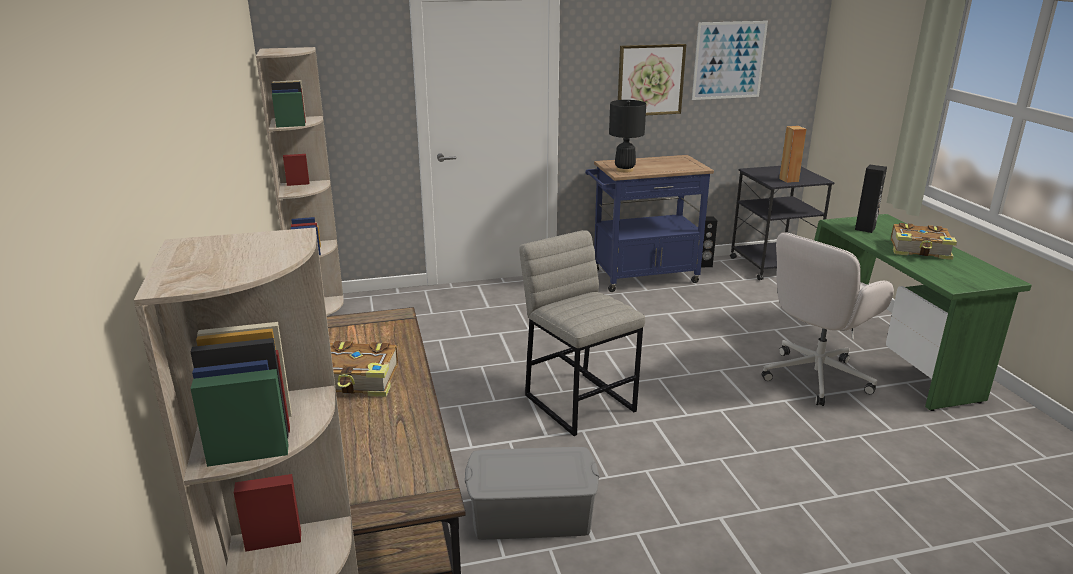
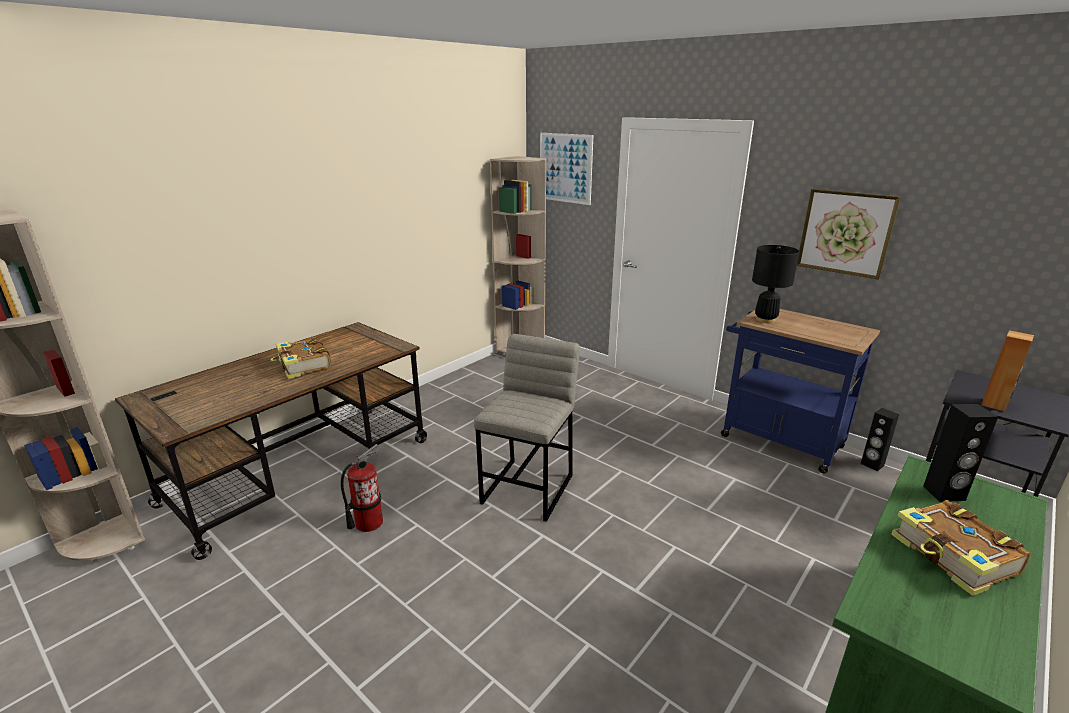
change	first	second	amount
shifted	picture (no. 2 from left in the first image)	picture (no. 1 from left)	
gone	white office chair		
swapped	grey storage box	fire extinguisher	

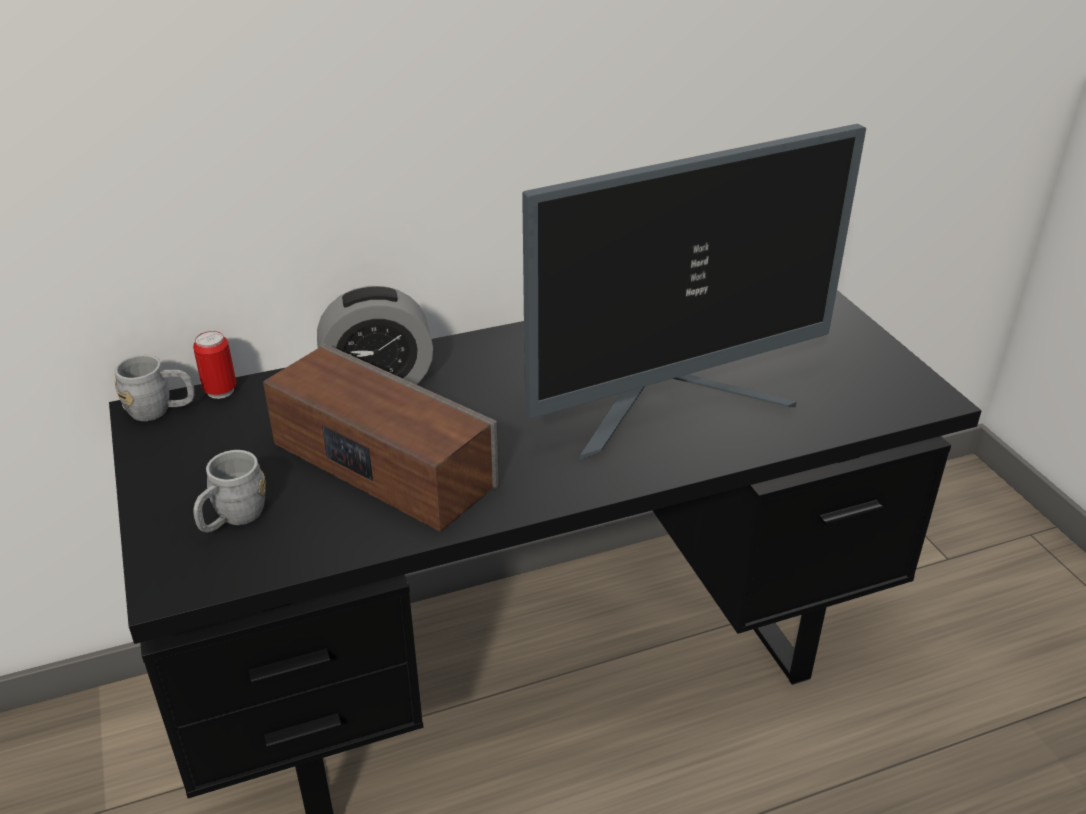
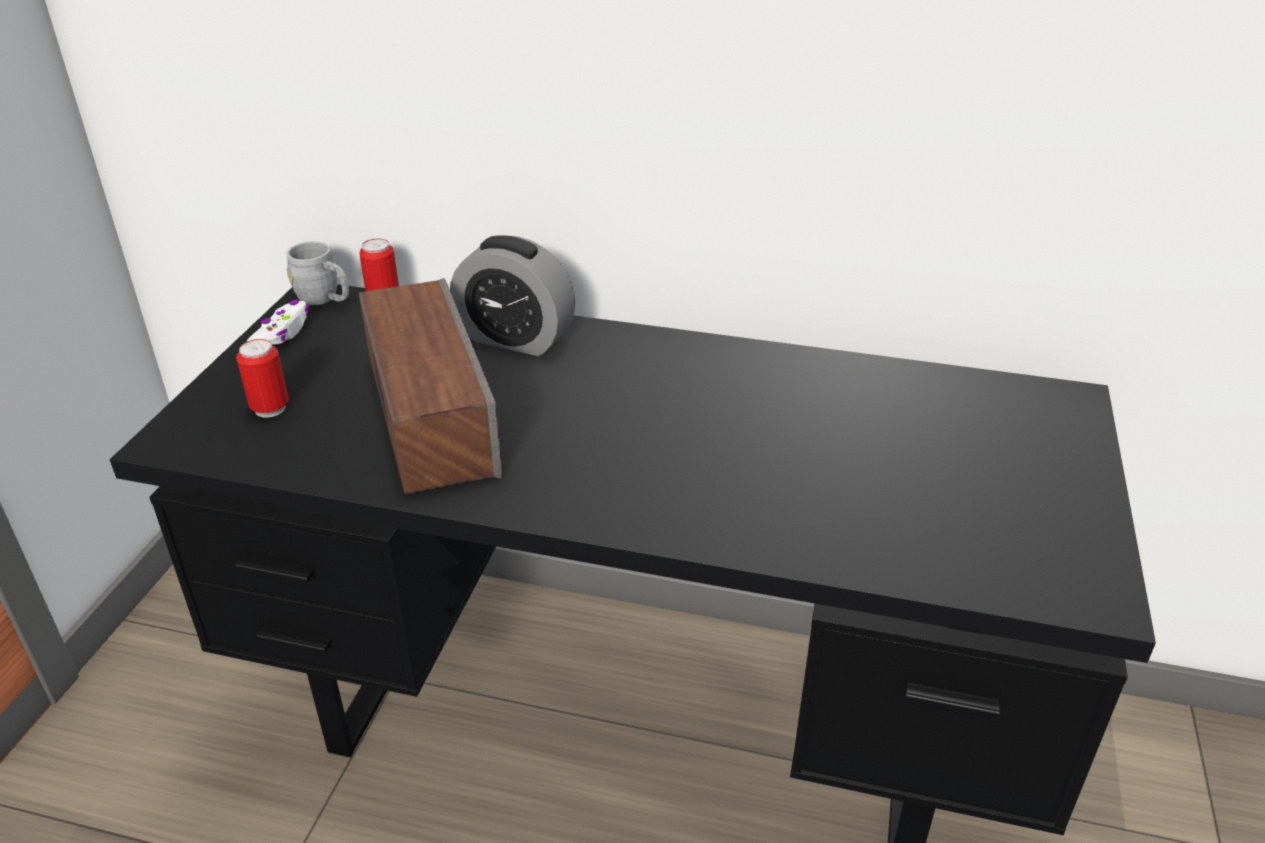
change	first	second	amount
gone	monitor		
swapped	grey mug (no. 2 from left)	can (no. 1 from left)	
new		white game controller	

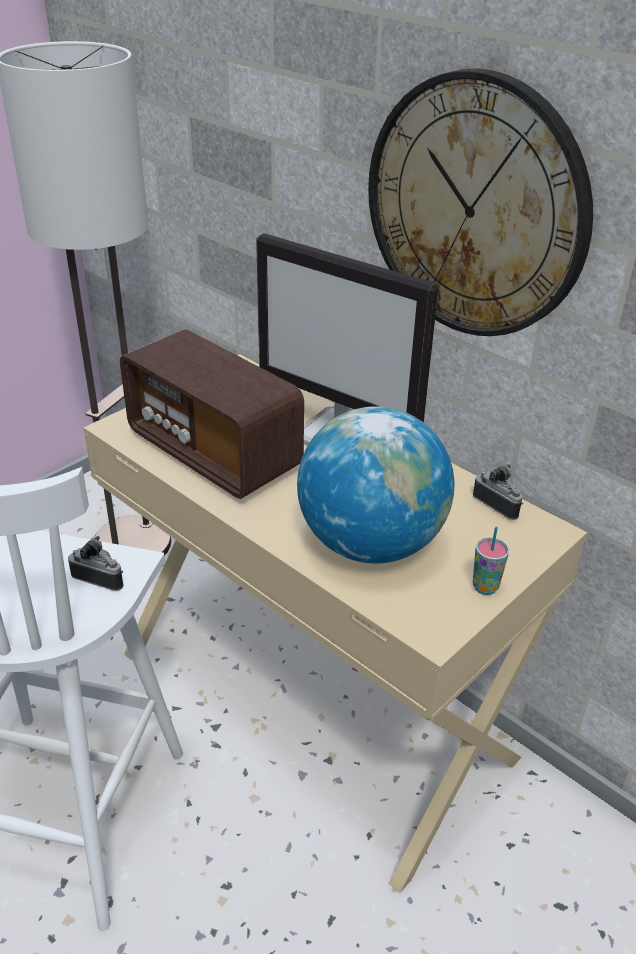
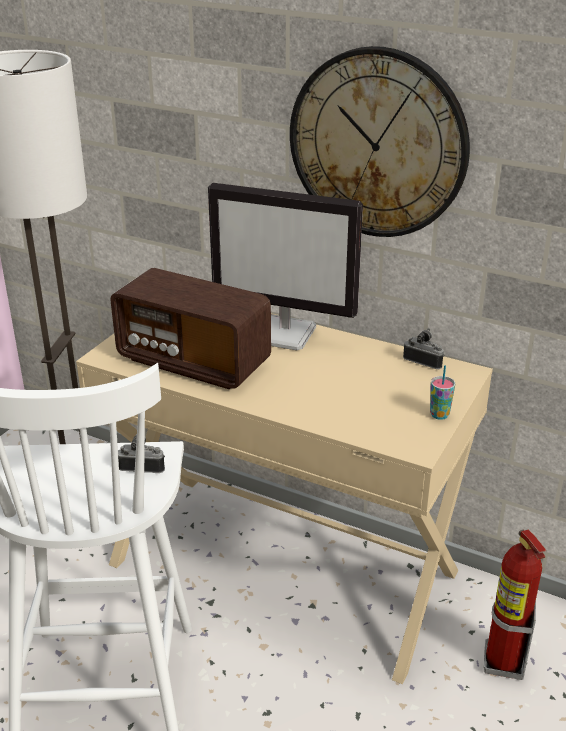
change	first	second	amount
gone	globe		
new		fire extinguisher	

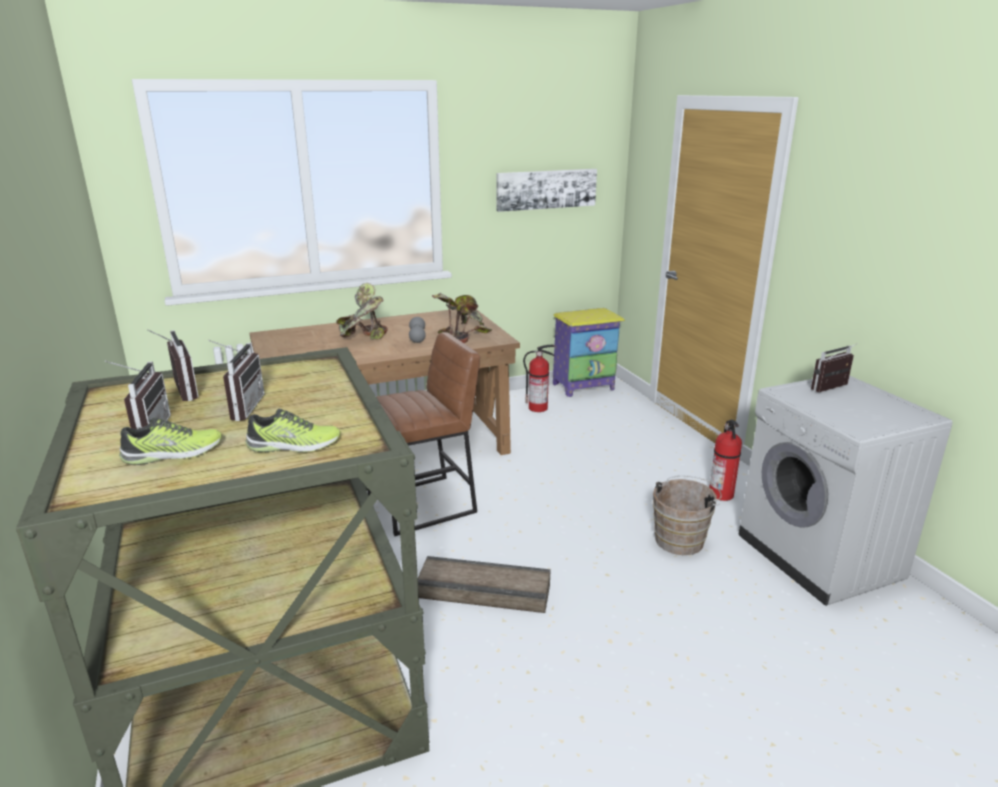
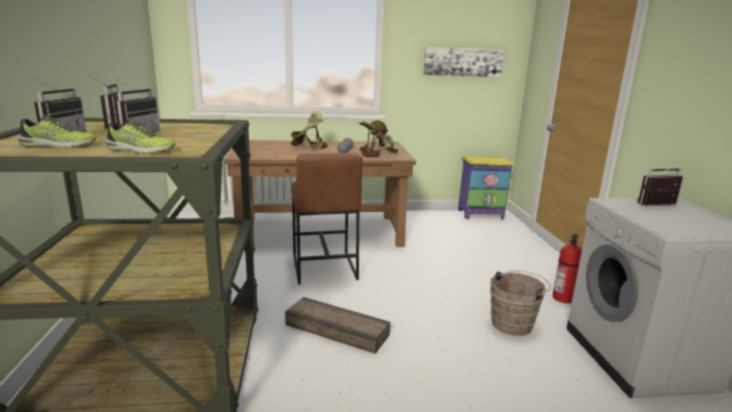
change	first	second	amount
rotated	brown chair		90 degrees clockwise
gone	fire extinguisher (no. 1 from left)		

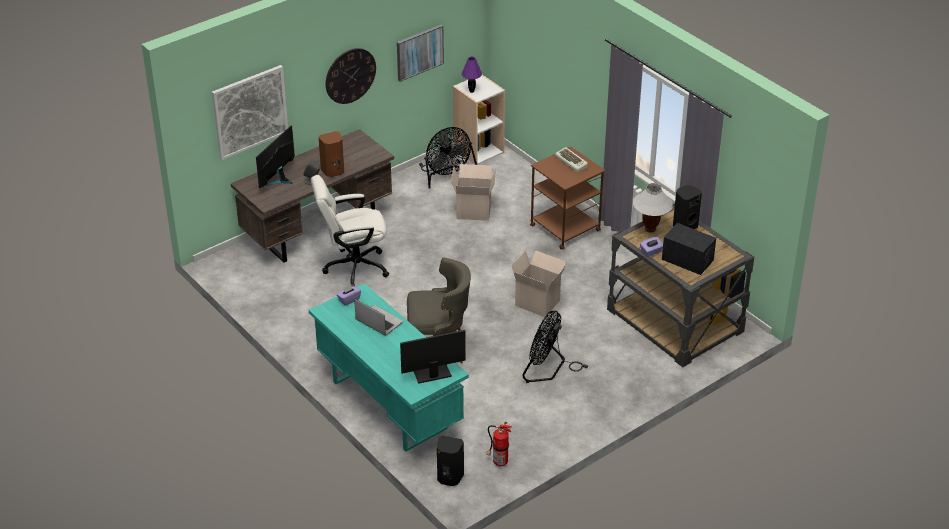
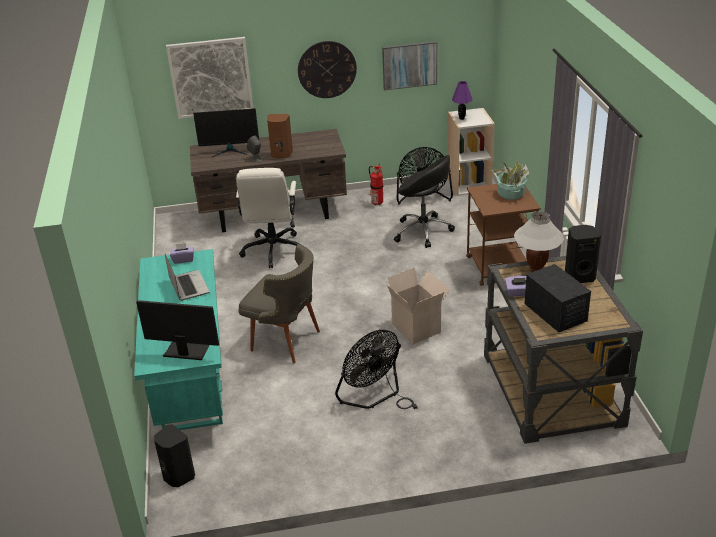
change	first	second	amount
rotated	monitor (no. 1 from left in the first image)	monitor (no. 2 from left)	150 degrees counterclockwise
swapped	keyboard	potted plant	
swapped	cardboard box (no. 1 from left)	black office chair	
rotated	white office chair		105 degrees counterclockwise
shifted	fire extinguisher		

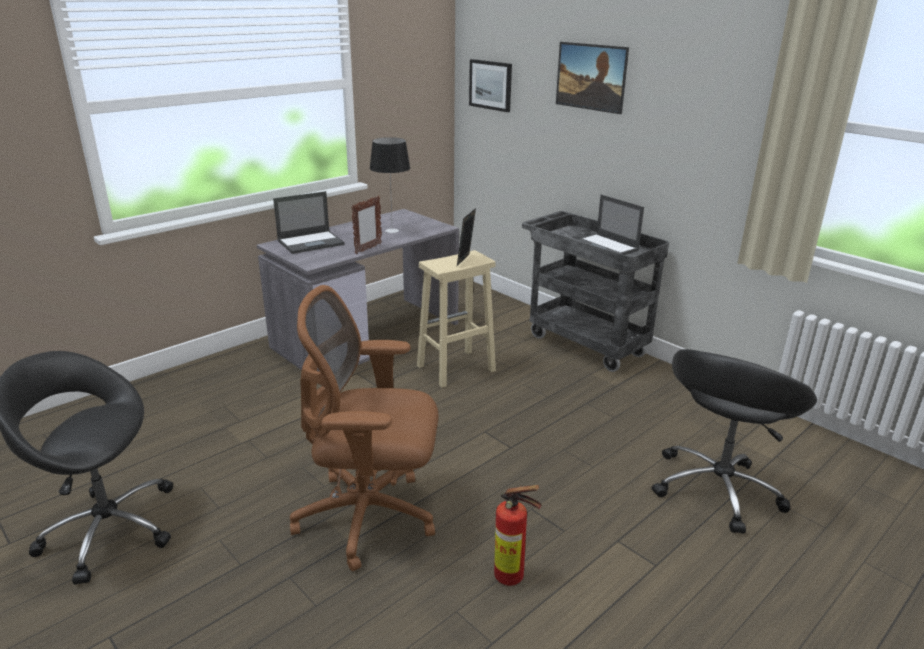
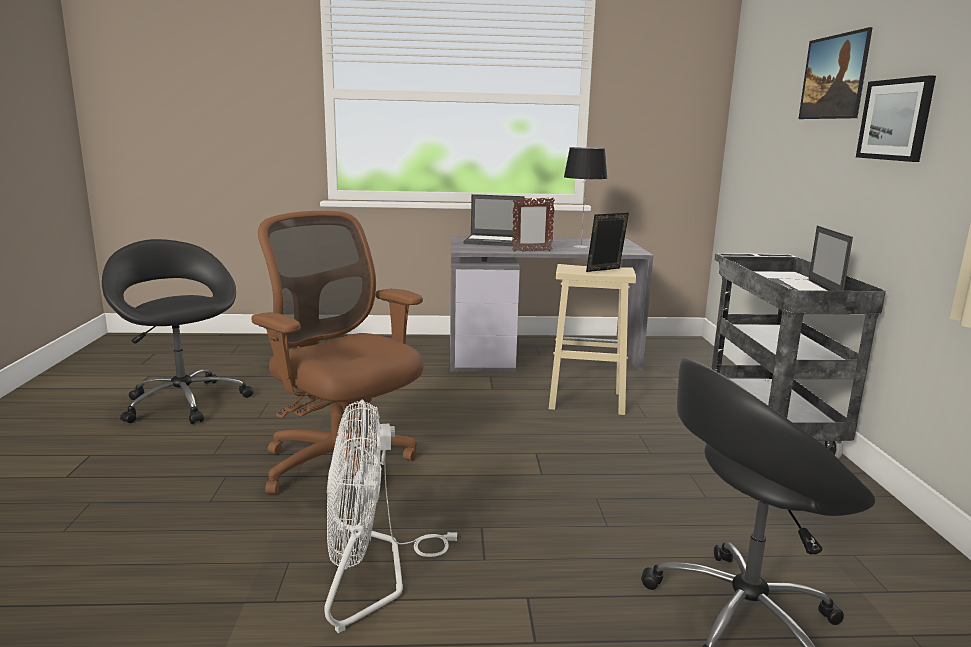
change	first	second	amount
shifted	picture (no. 1 from left in the first image)	picture (no. 2 from left)	
swapped	fire extinguisher	white fan	

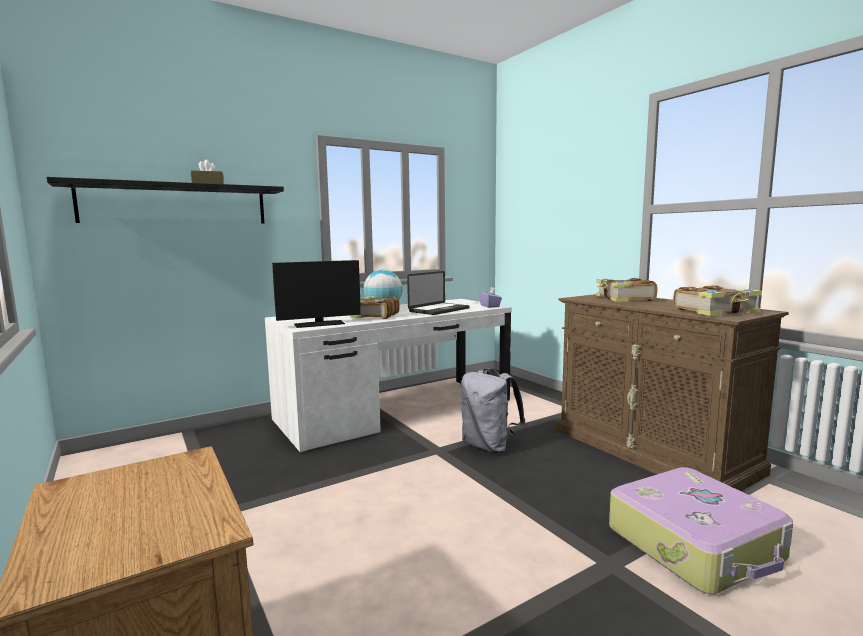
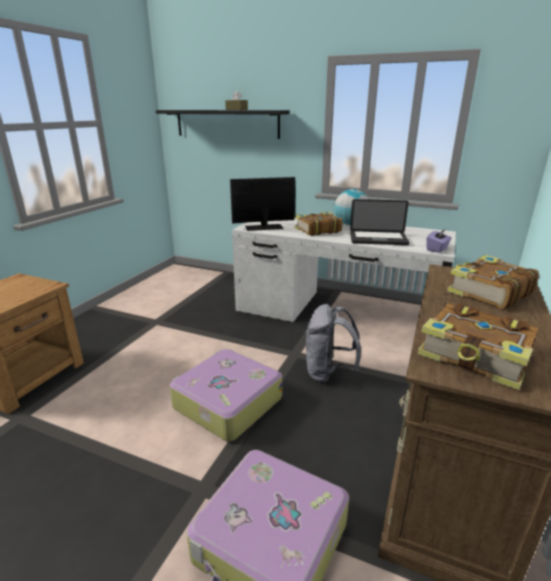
change	first	second	amount
rotated	monitor		135 degrees clockwise
new		suitcase (no. 1 from left)	

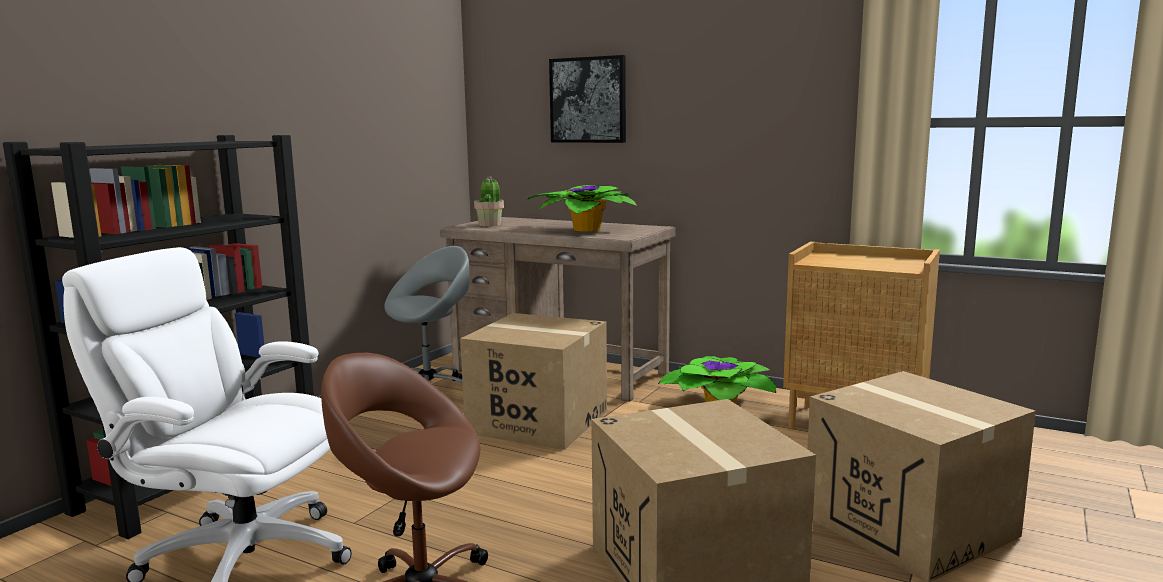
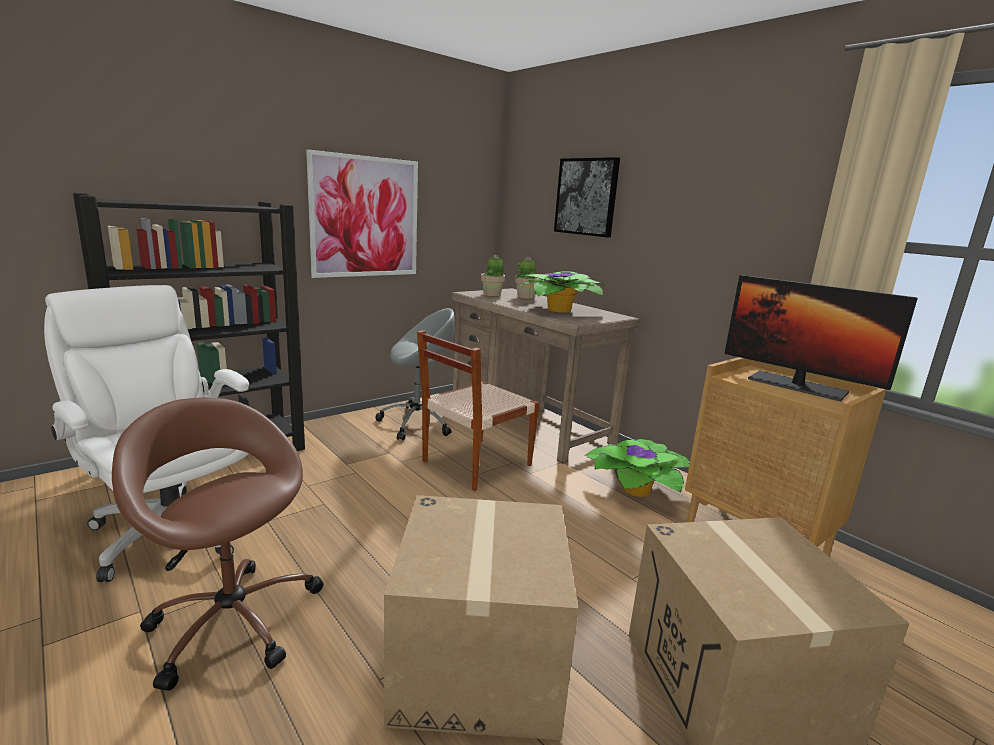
change	first	second	amount
swapped	cardboard box (no. 1 from left)	chair	
new		picture (no. 1 from left)	
new		potted plant (no. 2 from left)	
new		monitor	

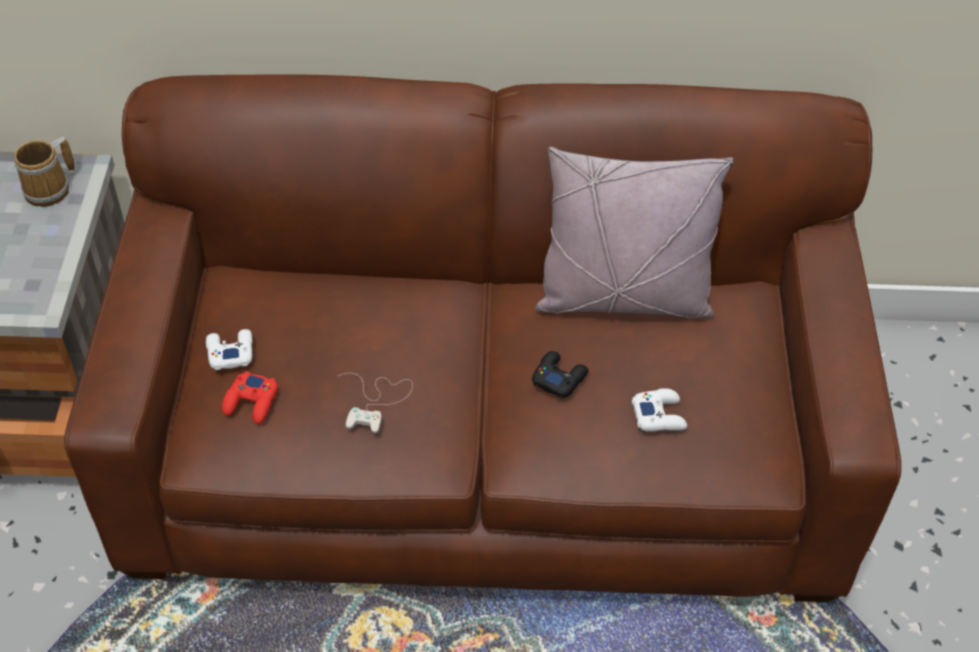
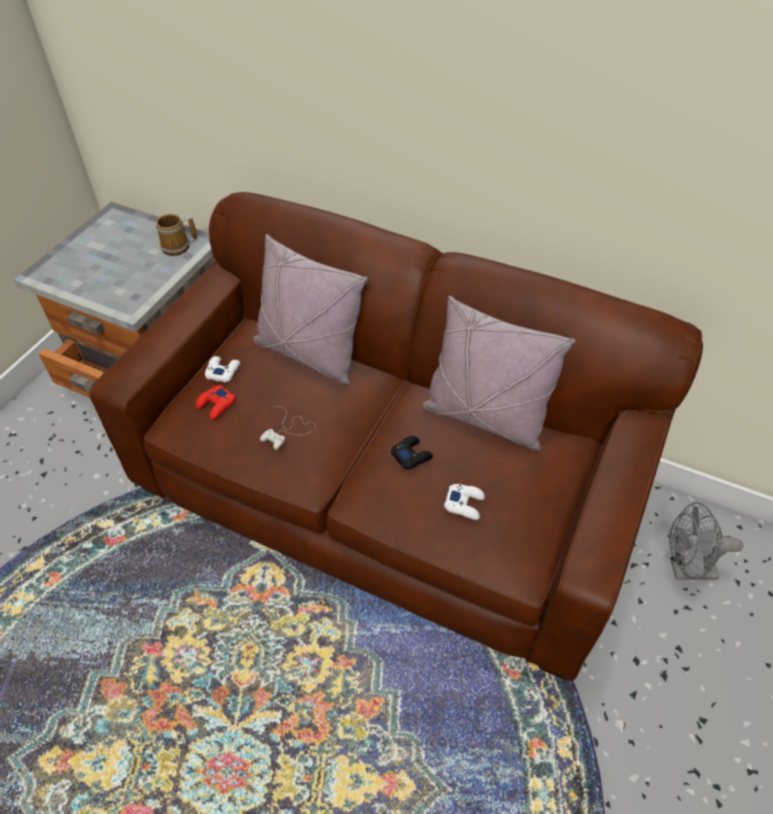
change	first	second	amount
new		purple pillow (no. 1 from left)	
new		grey fan	

